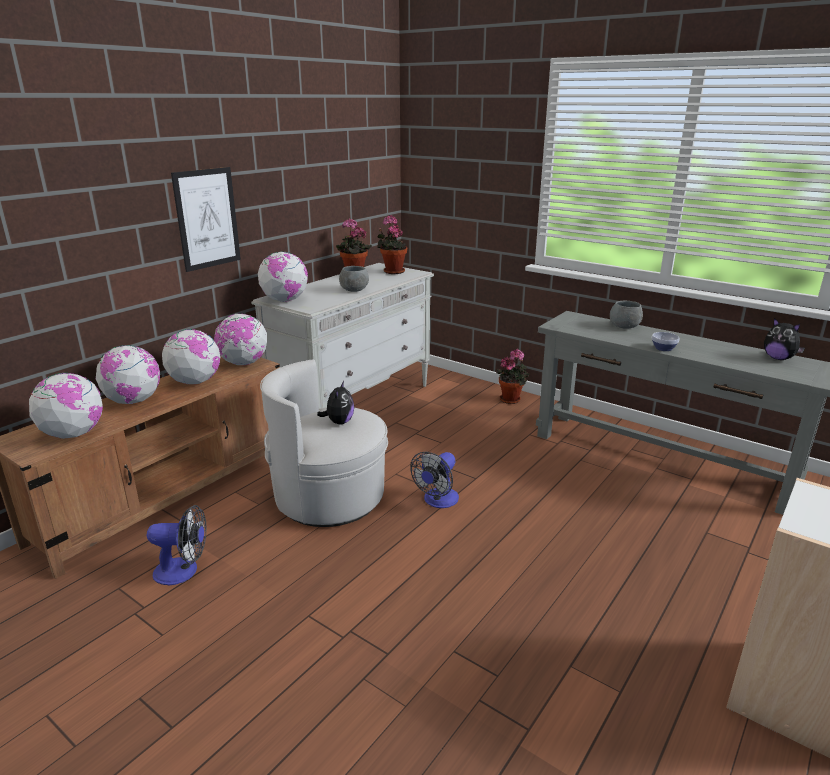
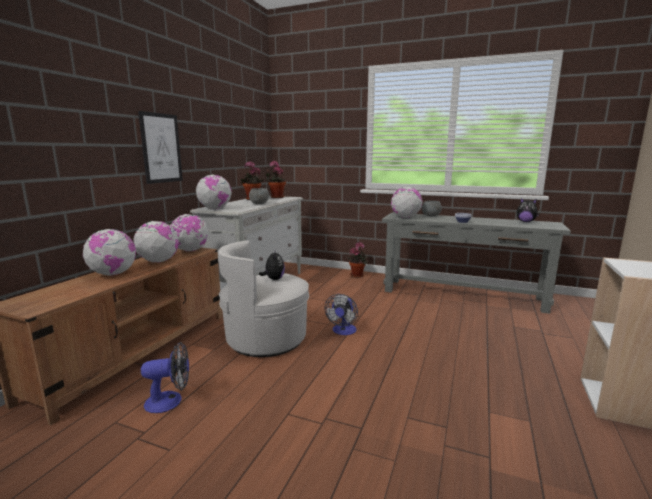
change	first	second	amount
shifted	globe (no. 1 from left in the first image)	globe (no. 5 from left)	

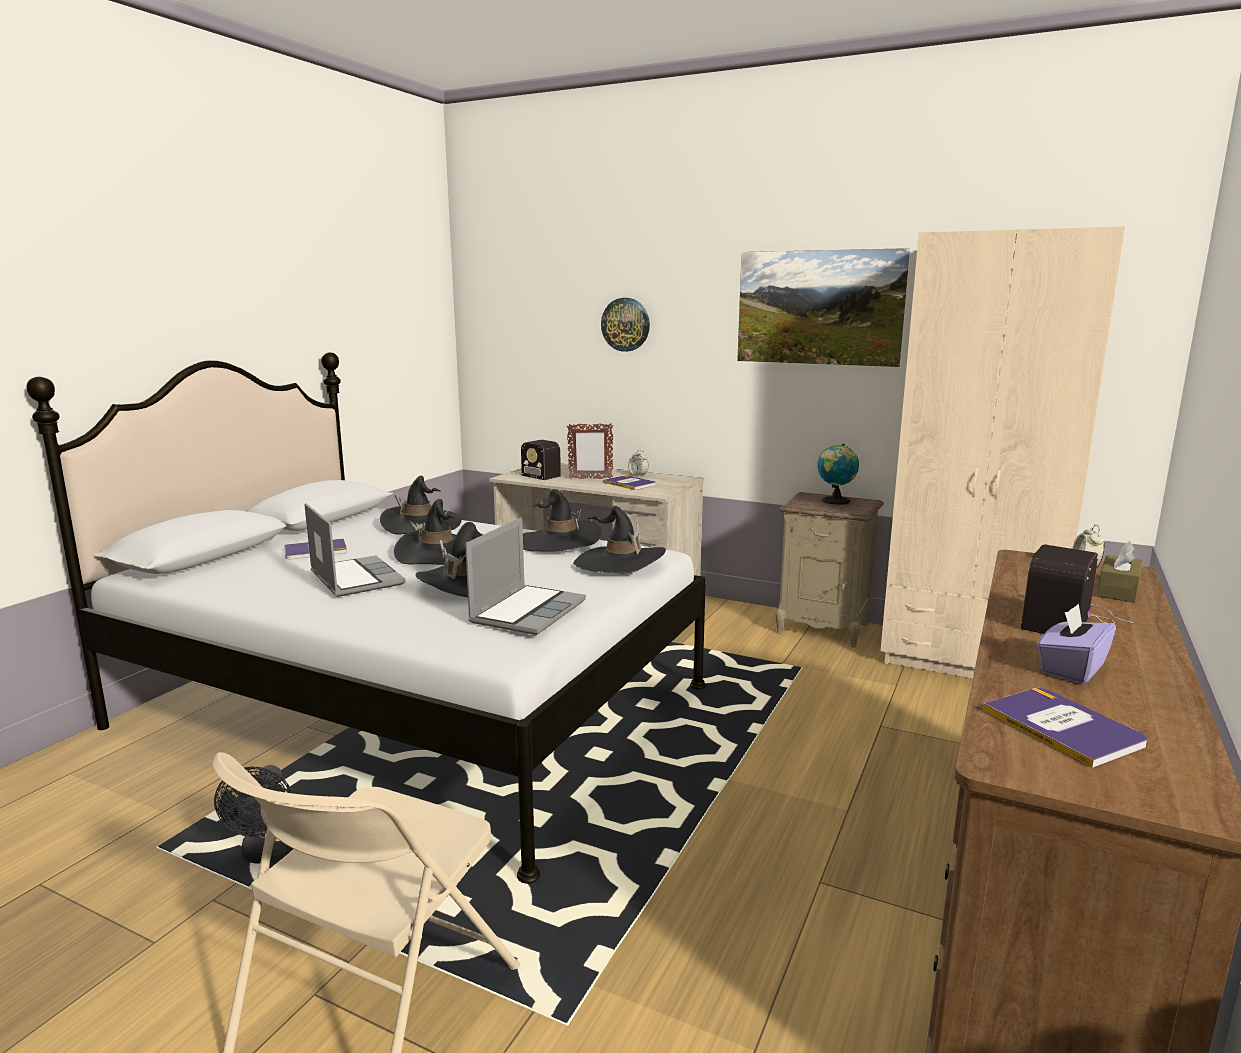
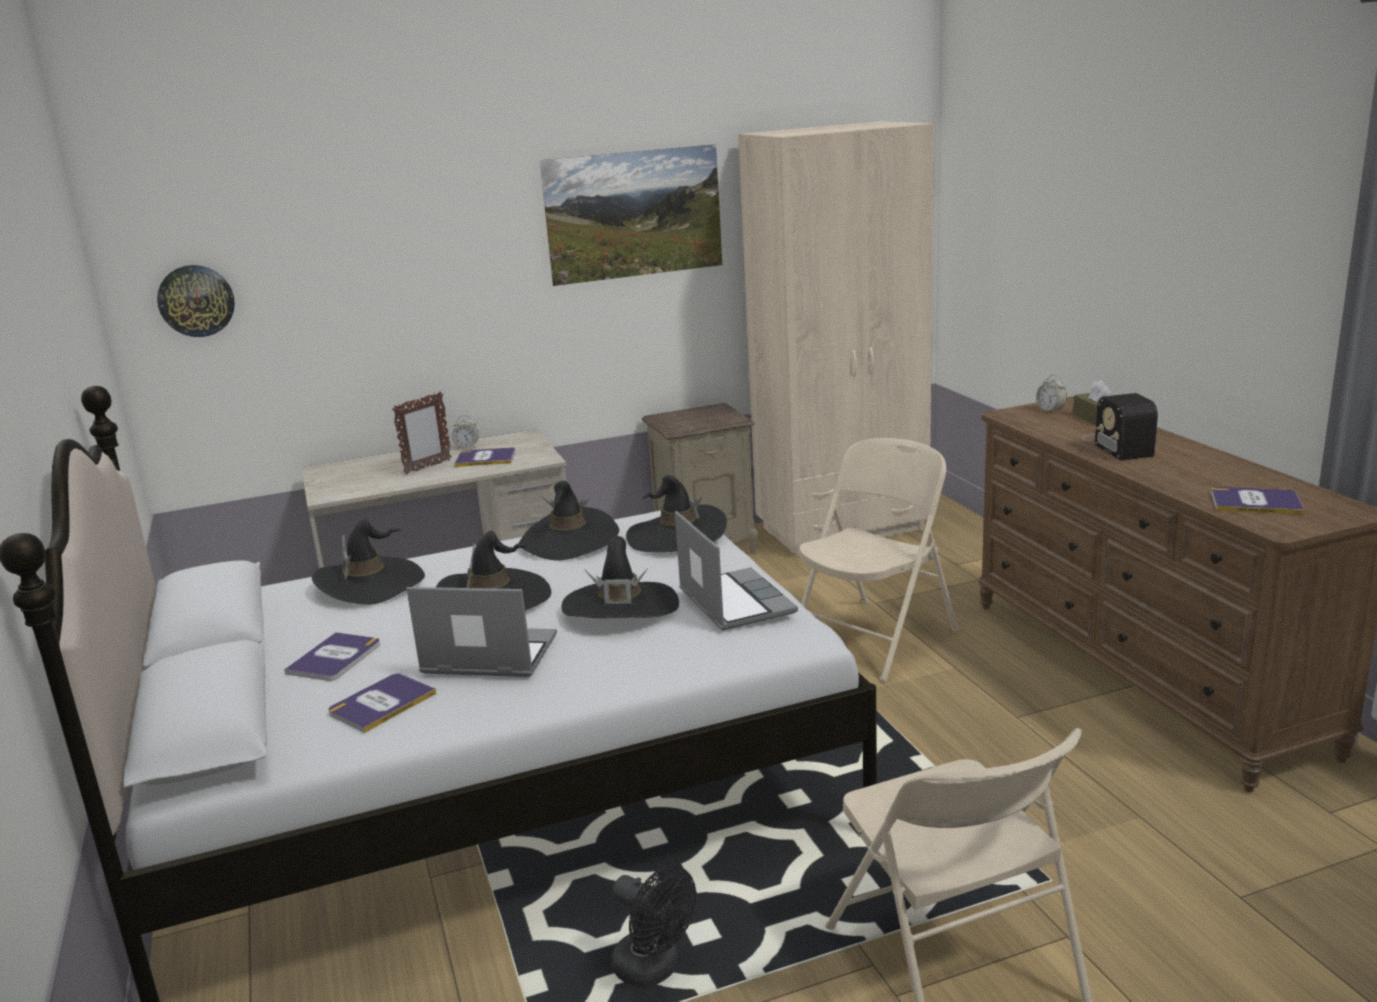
change	first	second	amount
shifted	wall clock		
gone	radio (no. 1 from left)		
gone	globe		
gone	purple tissue box		
new		beige chair (no. 1 from left)	
new		book (no. 2 from left)	

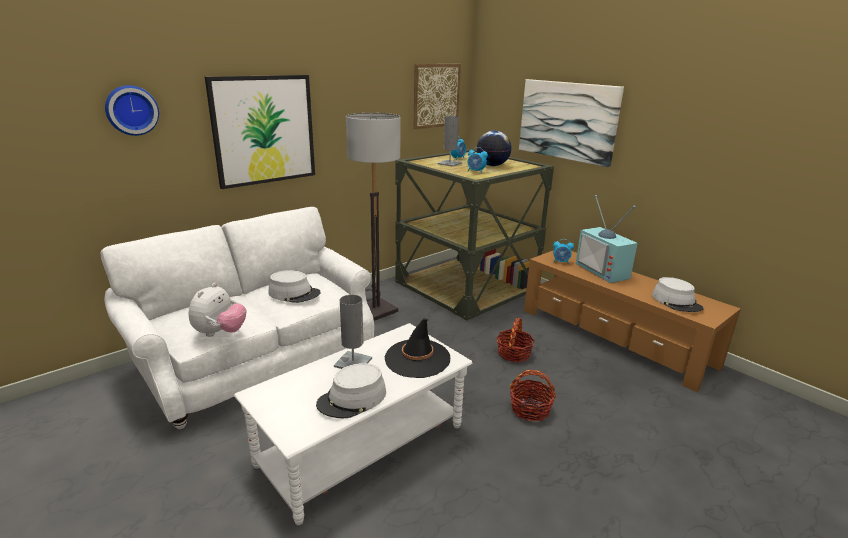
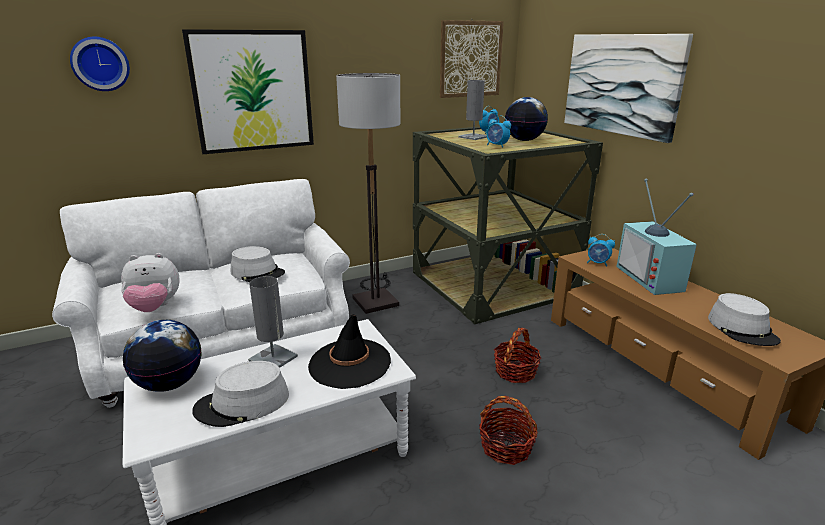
change	first	second	amount
rotated	plush toy		45 degrees clockwise
new		globe (no. 1 from left)	

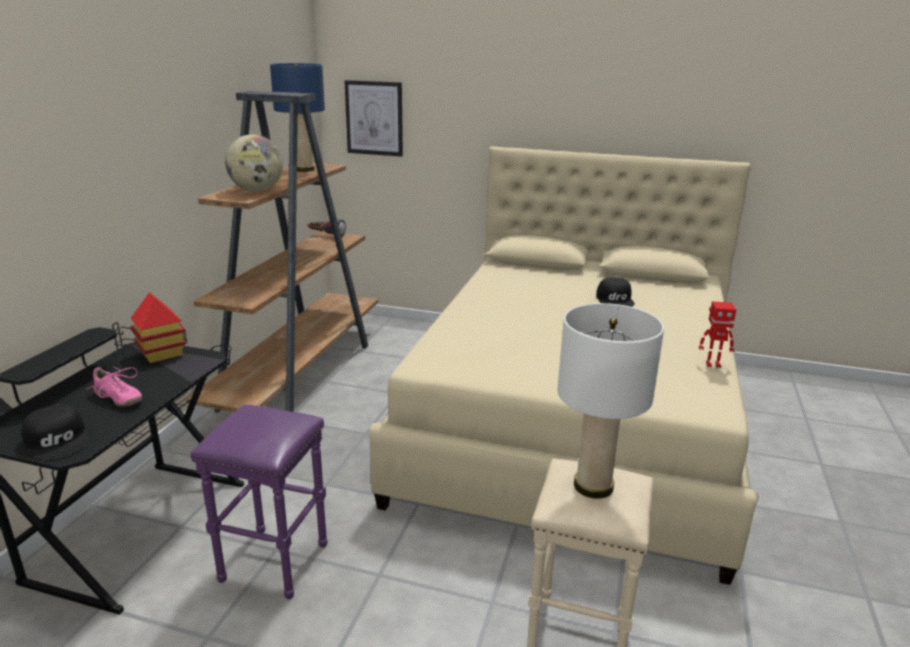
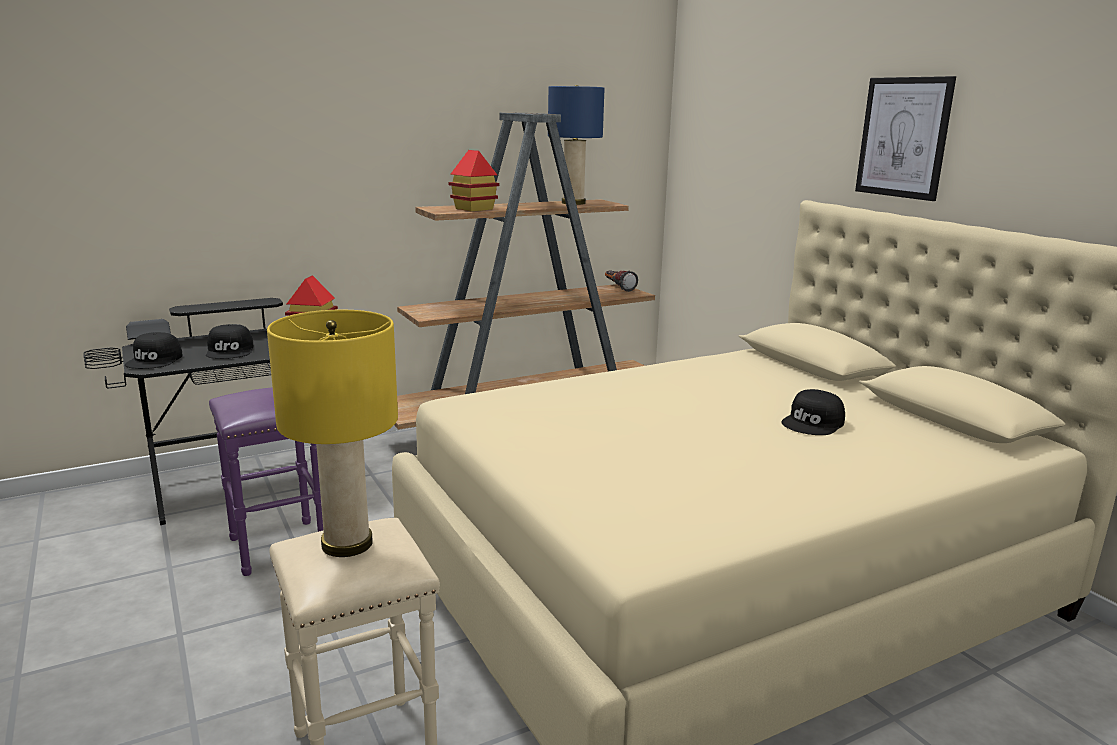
change	first	second	amount
shifted	picture		
swapped	globe	toy house (no. 2 from left)	
gone	toy robot		
repainted	white table lamp	yellow table lamp	
swapped	pink shoe	black cap (no. 2 from left)	

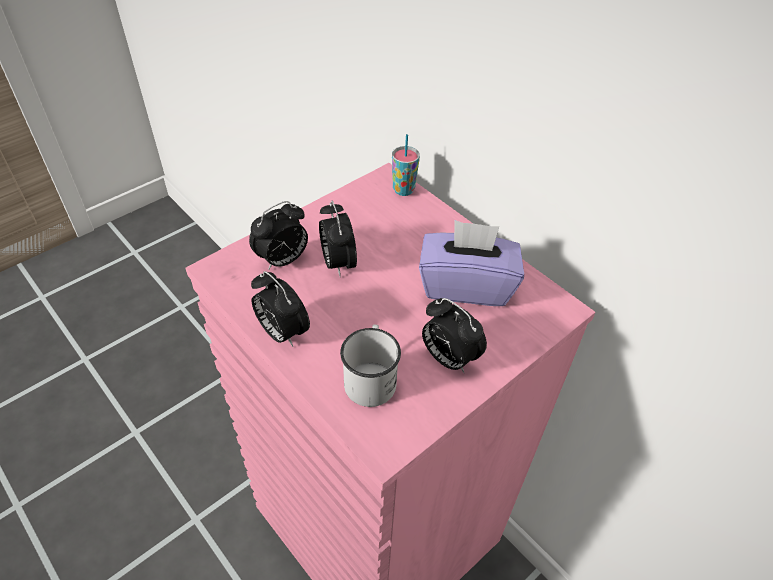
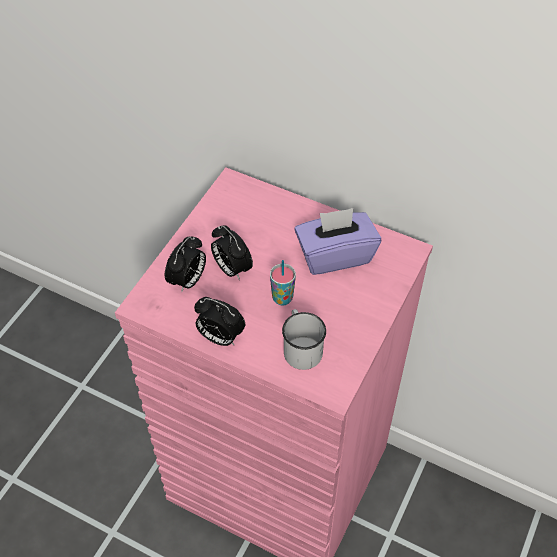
change	first	second	amount
shifted	cup		
gone	alarm clock (no. 4 from left)		

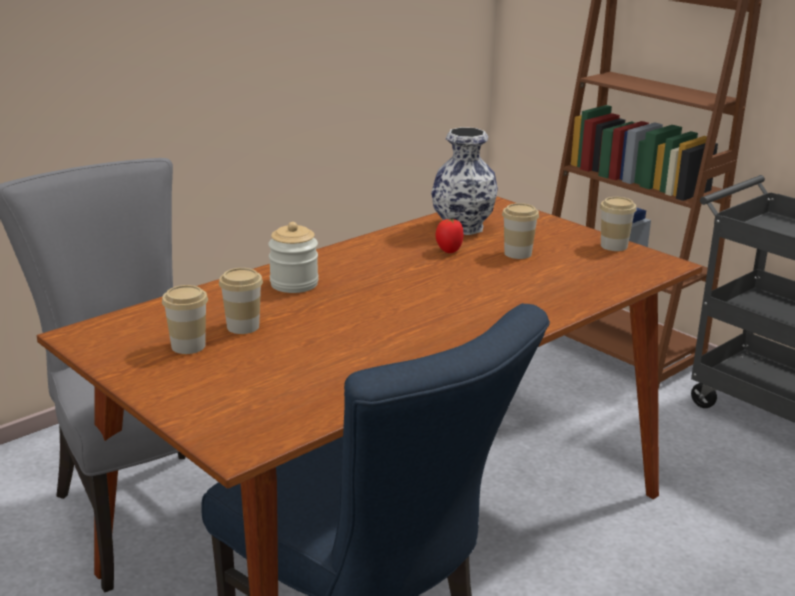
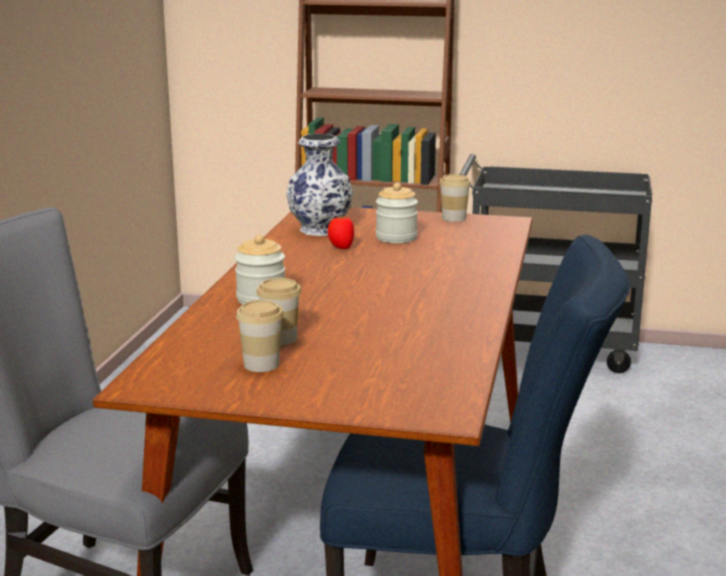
change	first	second	amount
swapped	cup (no. 3 from left)	jar (no. 2 from left)	

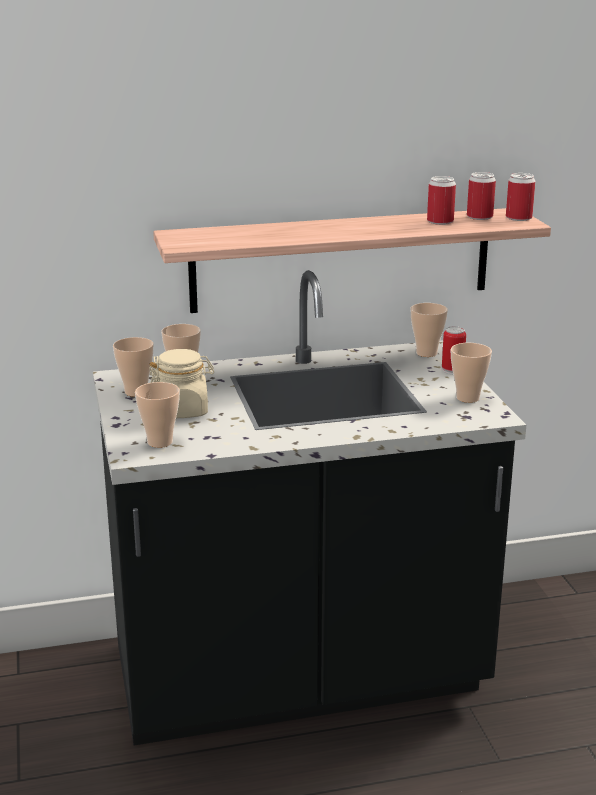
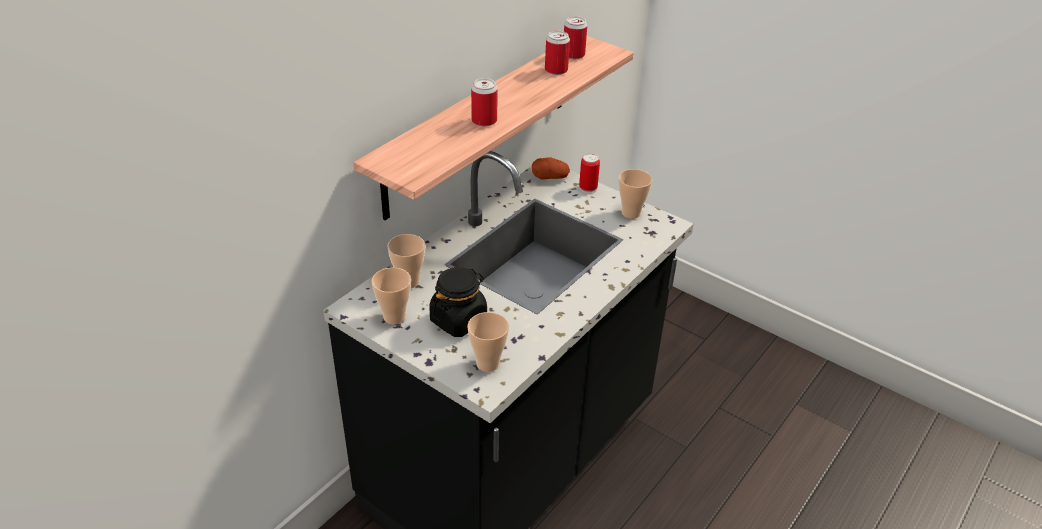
change	first	second	amount
shifted	can (no. 4 from left in the first image)	can (no. 1 from left)	
swapped	cup (no. 4 from left)	potato	
repainted	beige jar	black jar	

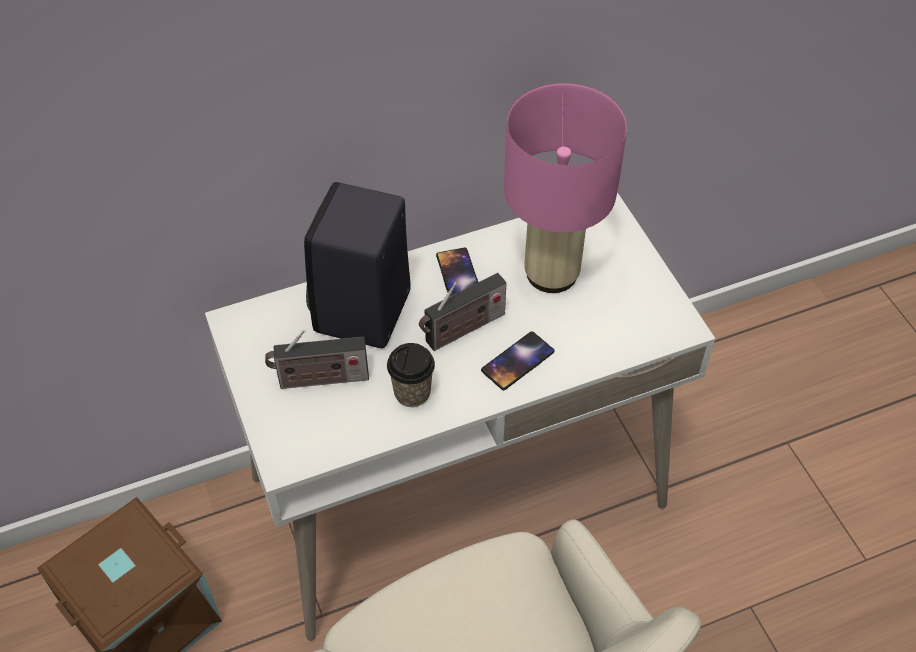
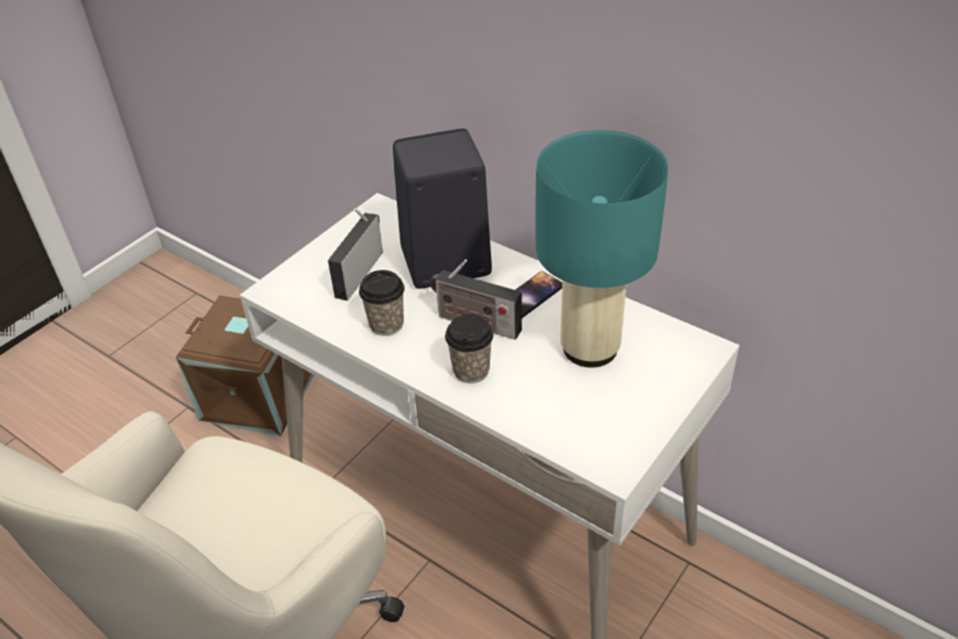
change	first	second	amount
repainted	pink table lamp	turquoise table lamp	
rotated	radio (no. 1 from left)		60 degrees clockwise
swapped	phone (no. 2 from left)	cup (no. 2 from left)	

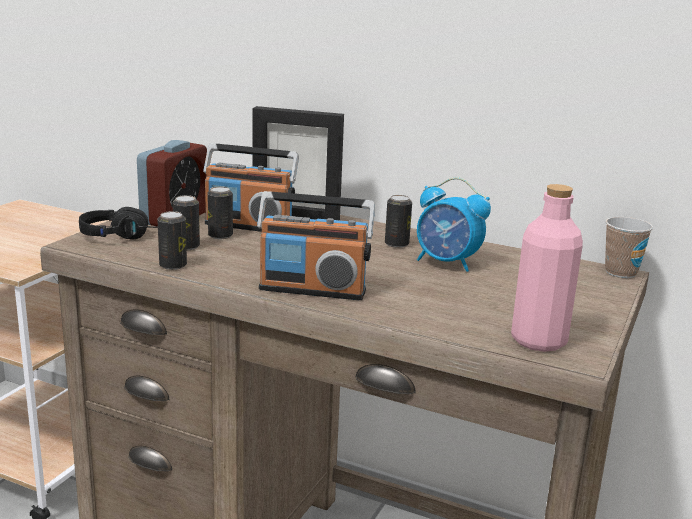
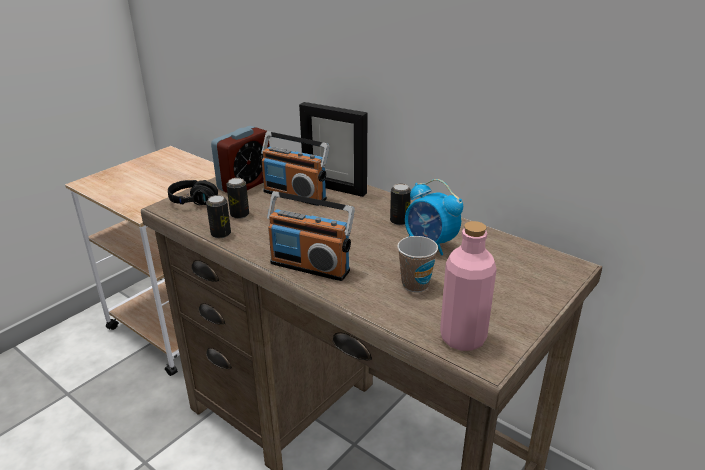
change	first	second	amount
gone	can (no. 3 from left)		
shifted	cup		

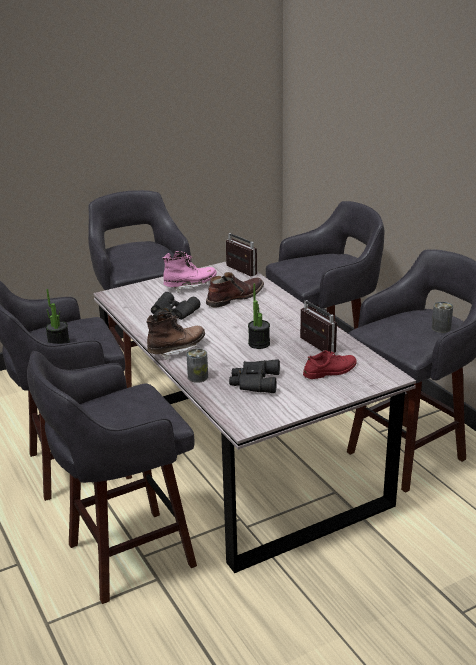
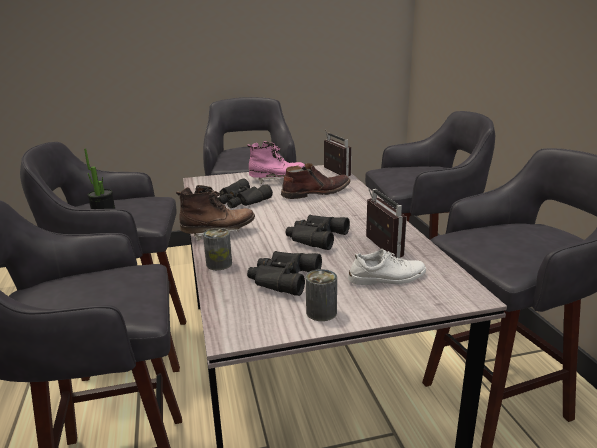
change	first	second	amount
swapped	potted plant (no. 2 from left)	black binoculars (no. 3 from left)	
shifted	can (no. 2 from left)		
repainted	red shoe	white shoe	

